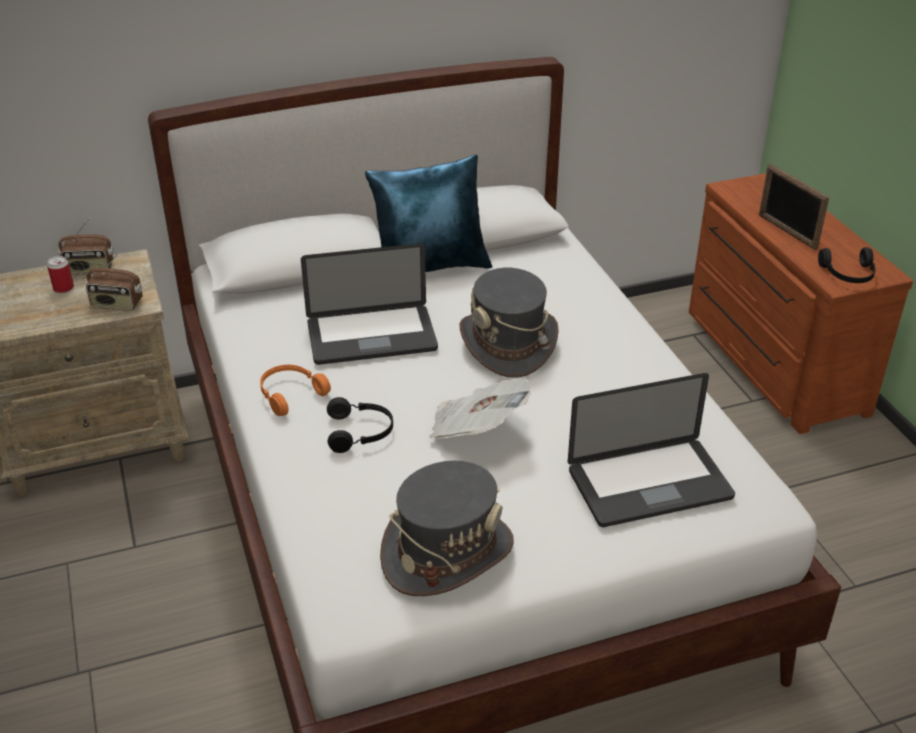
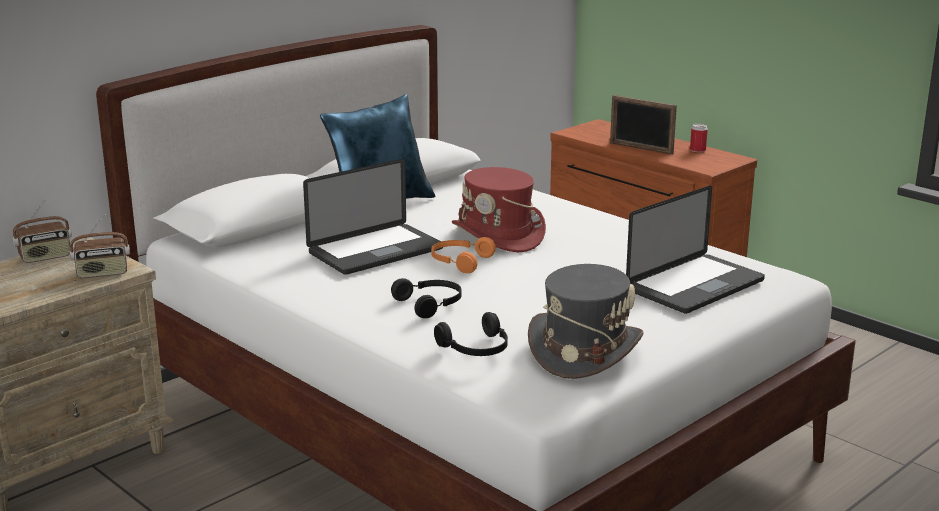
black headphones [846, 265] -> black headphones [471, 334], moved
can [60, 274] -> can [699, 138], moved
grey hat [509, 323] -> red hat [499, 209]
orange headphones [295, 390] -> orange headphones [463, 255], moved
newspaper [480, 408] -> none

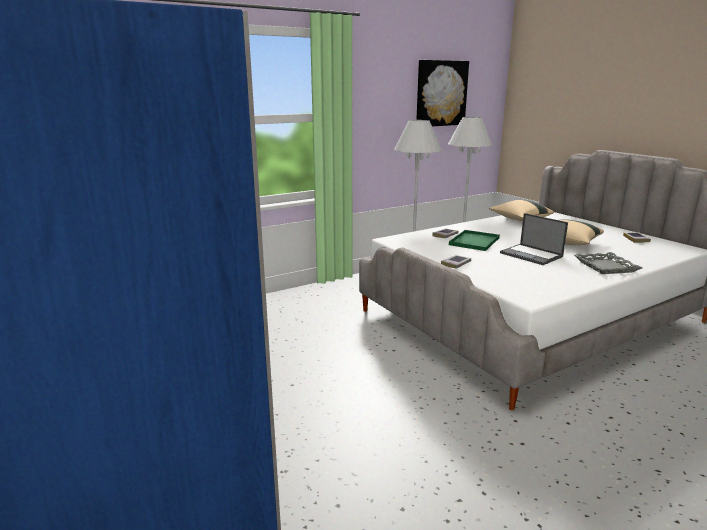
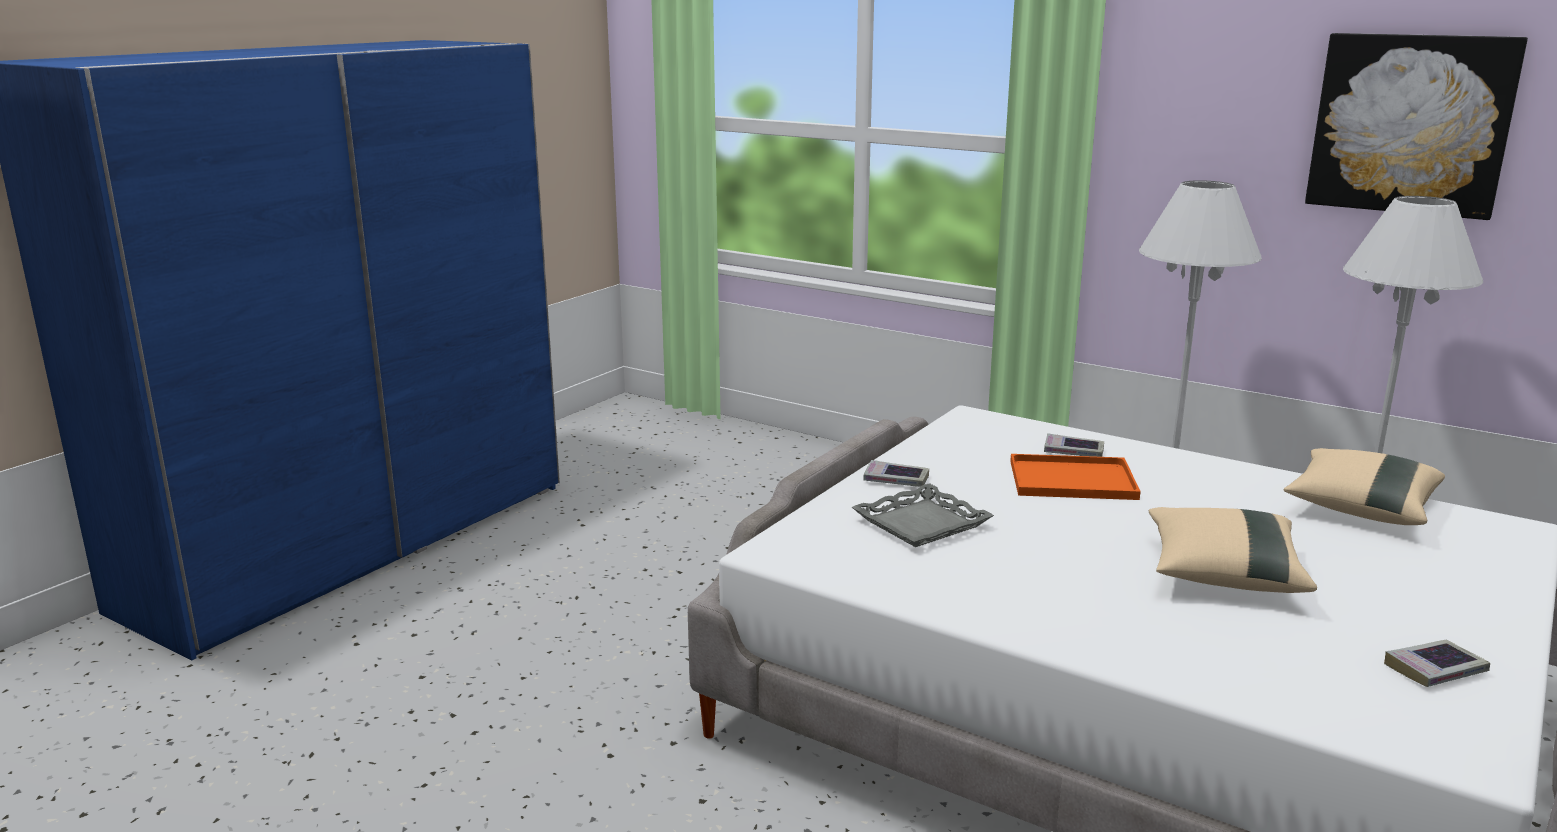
laptop [534, 239] -> none
green tray [474, 240] -> orange tray [1075, 477]
grey tray [608, 263] -> grey tray [923, 515], moved

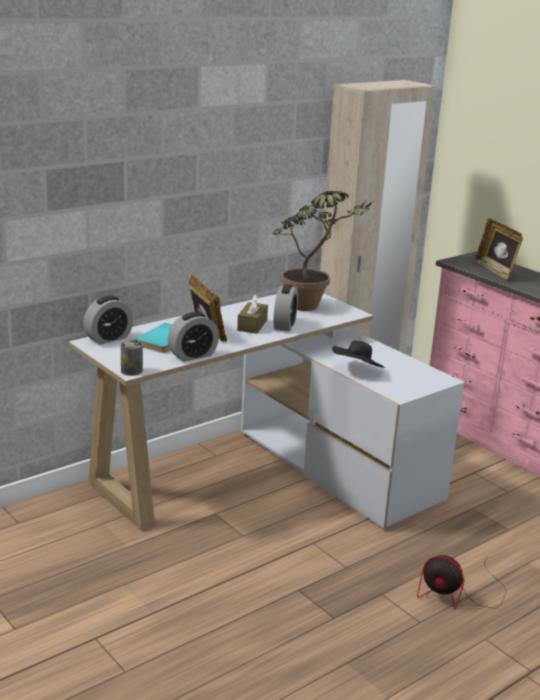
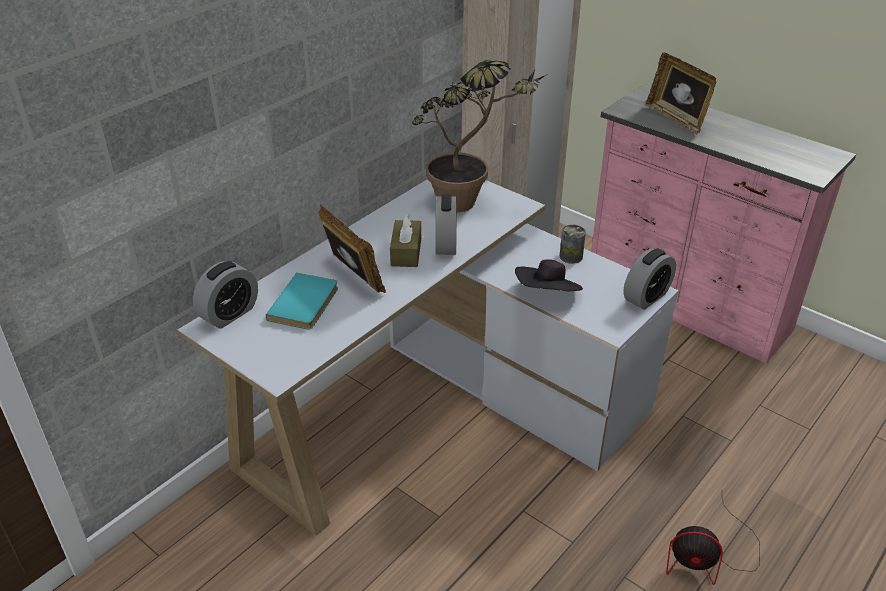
alarm clock [193, 337] -> alarm clock [649, 279], moved
can [132, 358] -> can [572, 244], moved

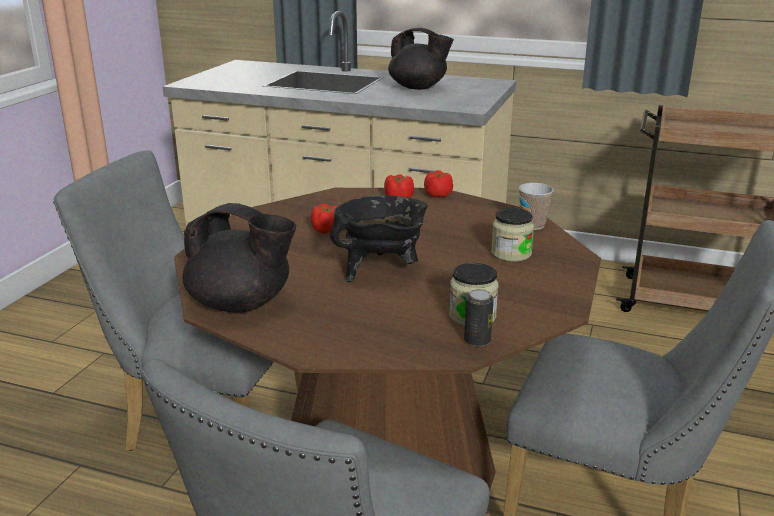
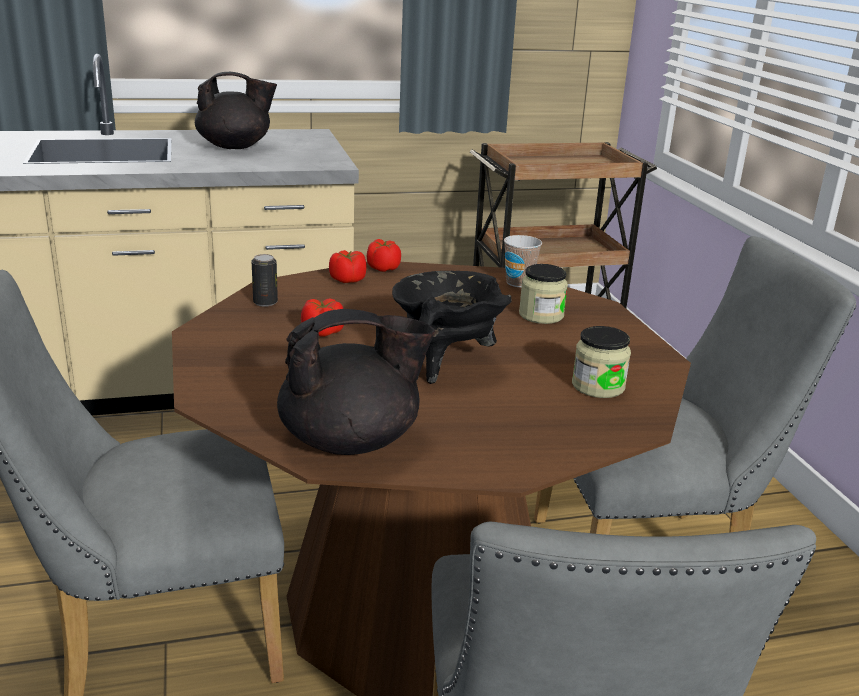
can [479, 318] -> can [265, 280], moved

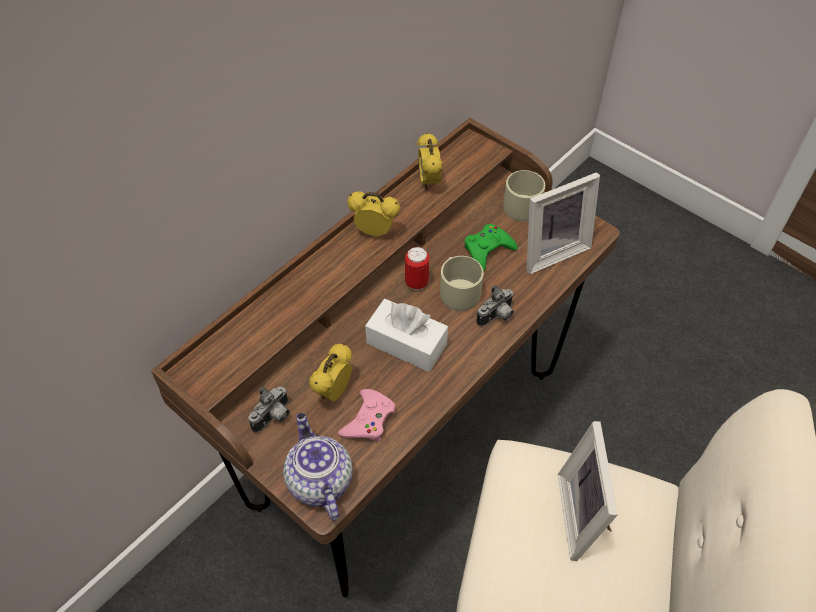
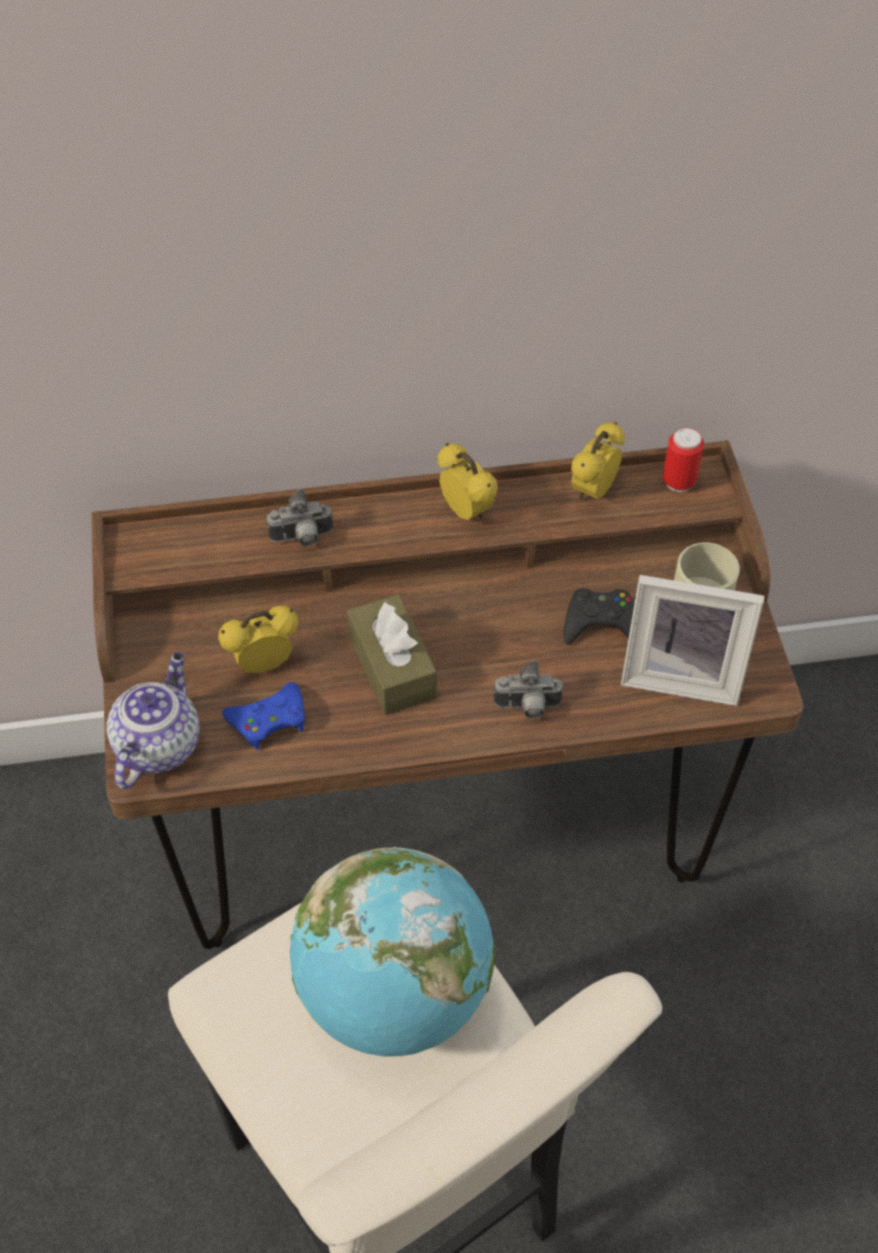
green game controller [491, 247] -> black game controller [598, 616]
can [417, 268] -> can [683, 459], moved
beige mug [462, 283] -> none
white tissue box [406, 335] -> brown tissue box [392, 654]
photo camera [268, 410] -> photo camera [300, 517], moved
pink game controller [366, 415] -> blue game controller [263, 716]
picture frame [588, 491] -> globe [392, 952]

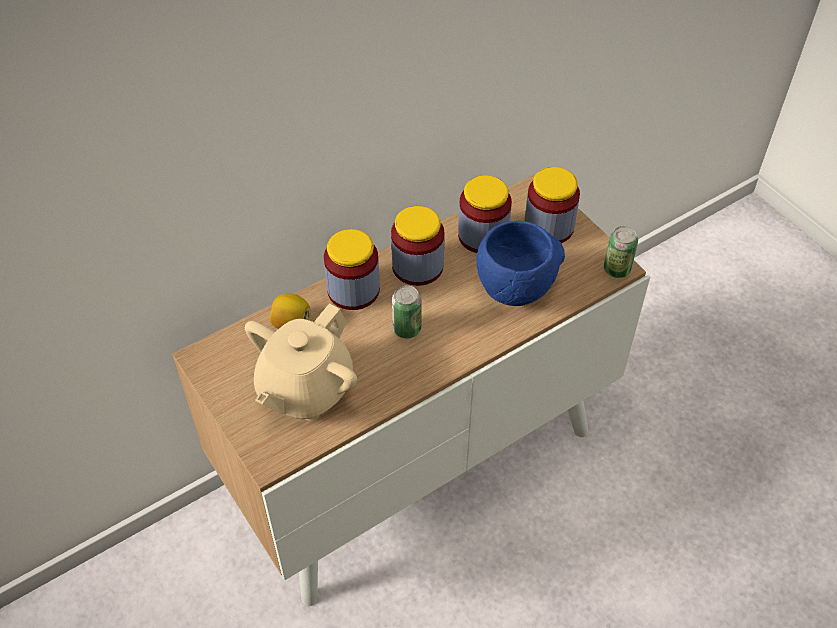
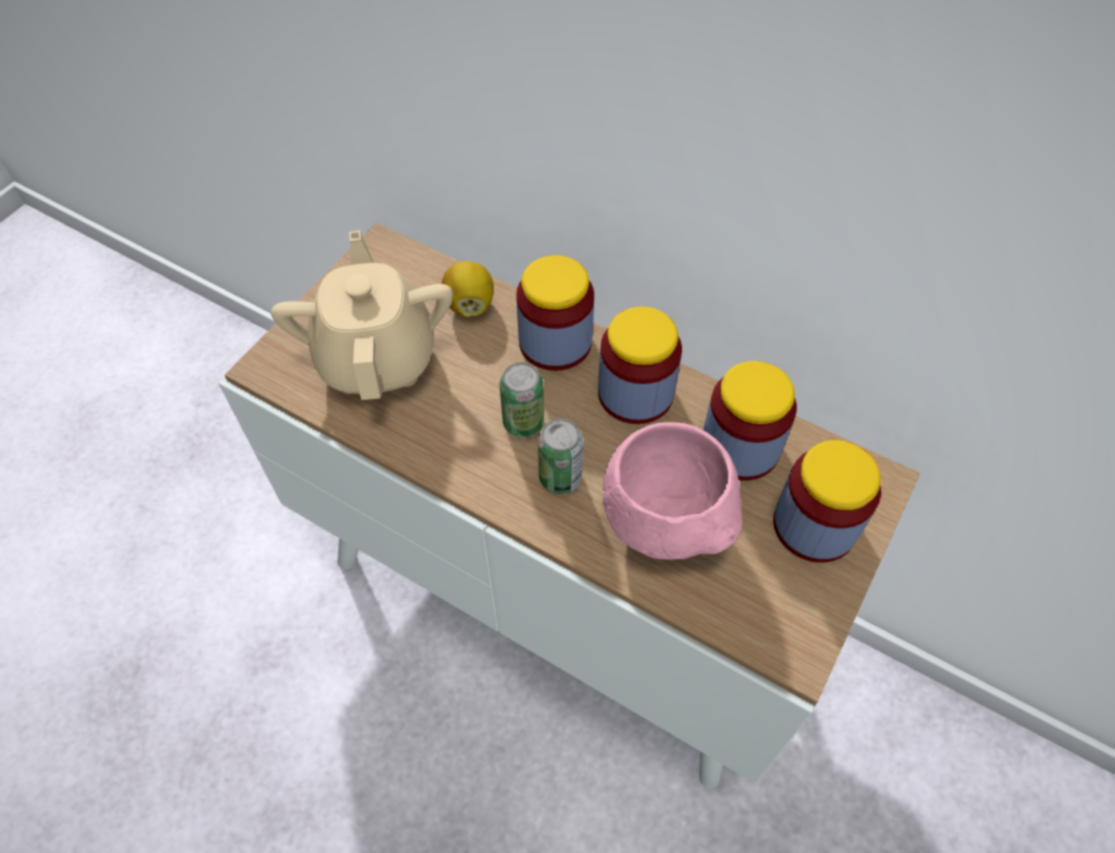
blue bowl [521, 263] -> pink bowl [672, 491]
can [621, 252] -> can [560, 456], moved
beige teapot [301, 362] -> beige teapot [362, 315], 75 degrees clockwise

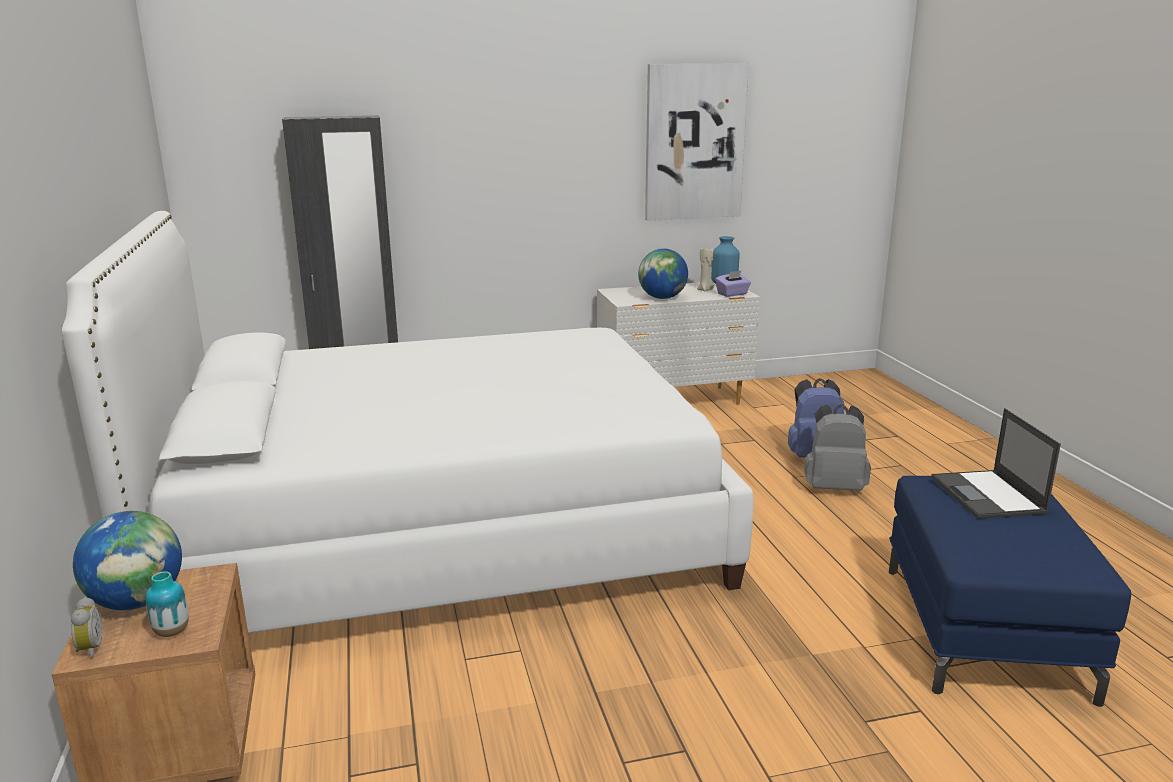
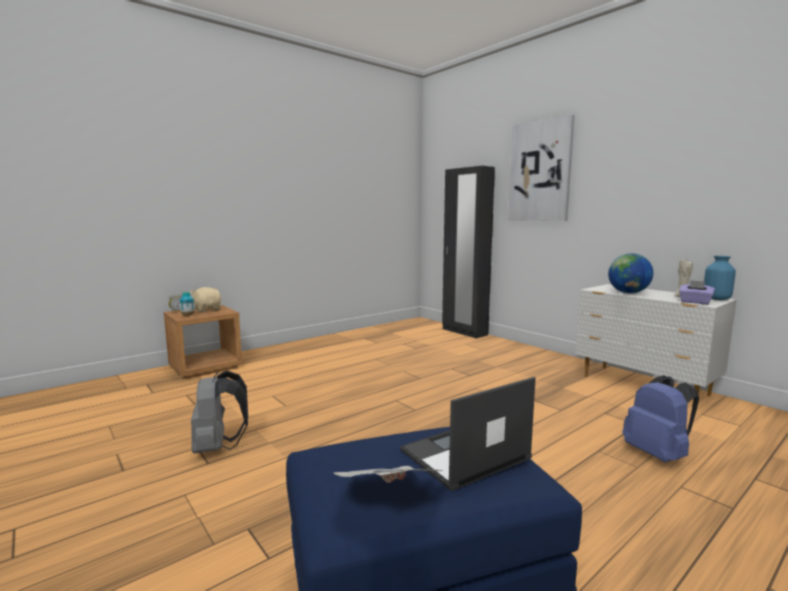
picture [697, 142] -> picture [541, 168], moved
white bed [408, 422] -> none
grey backpack [837, 447] -> grey backpack [219, 412], moved
globe [127, 560] -> beige plush toy [205, 299]
none -> newspaper [387, 474]

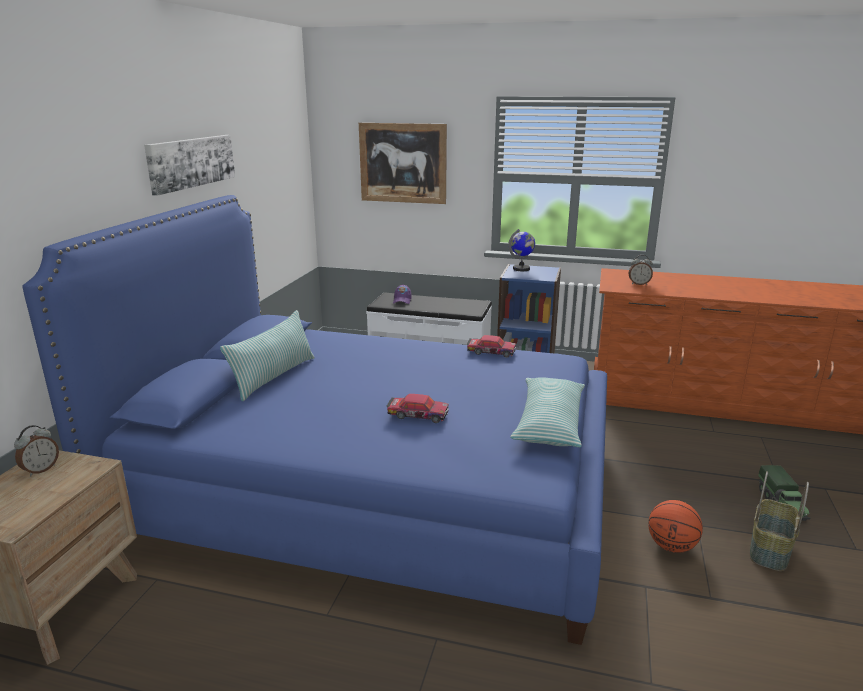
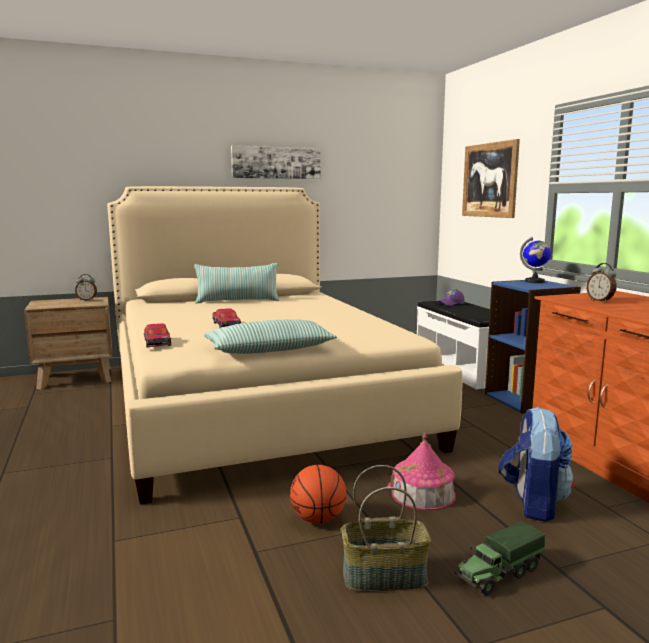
blue bed [314, 420] -> beige bed [285, 345]
toy car [491, 346] -> toy car [157, 335], moved
none -> backpack [536, 464]
none -> toy house [421, 471]

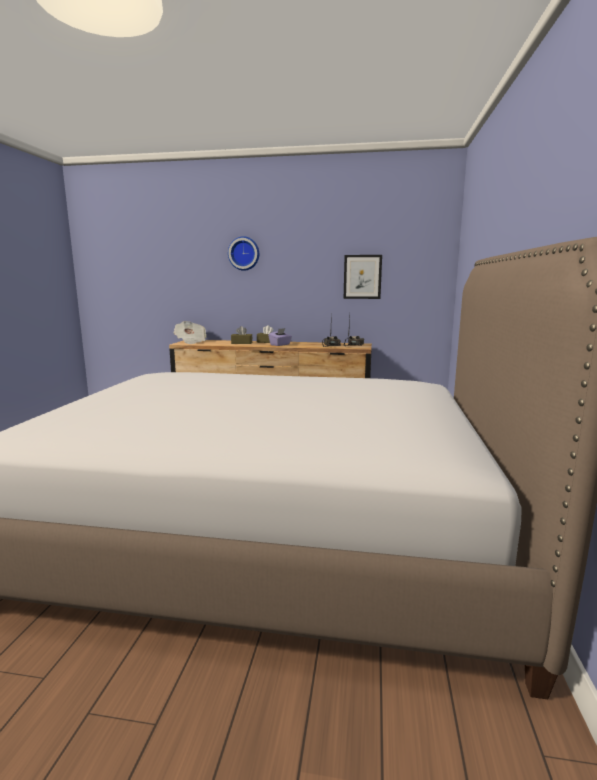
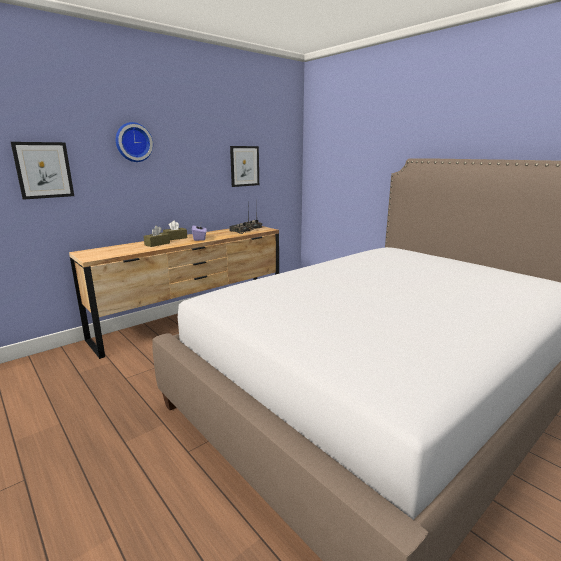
newspaper [189, 332] -> none
none -> picture [42, 171]

